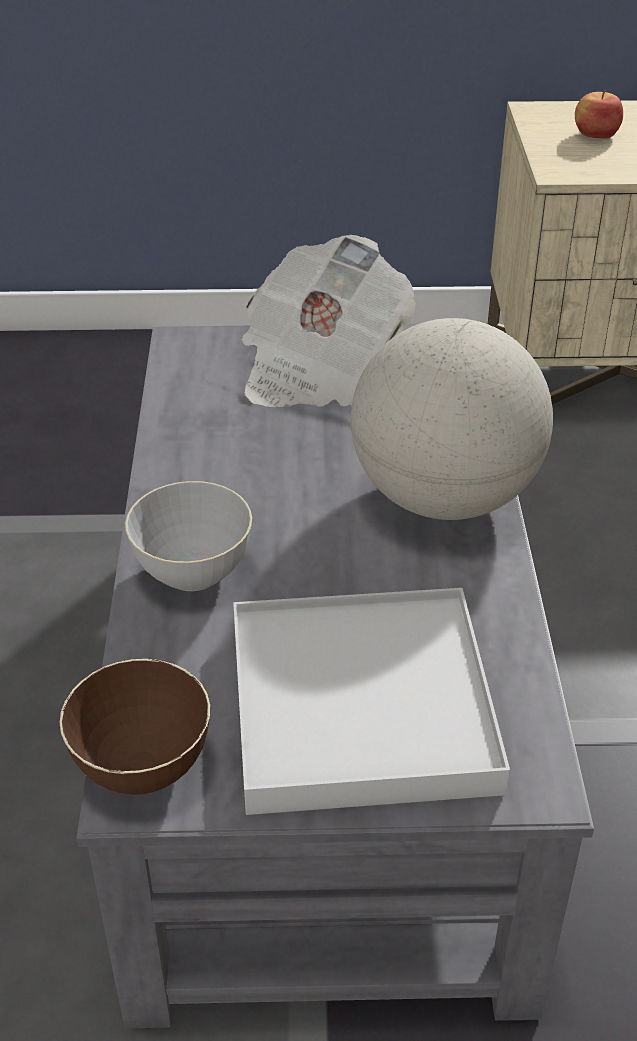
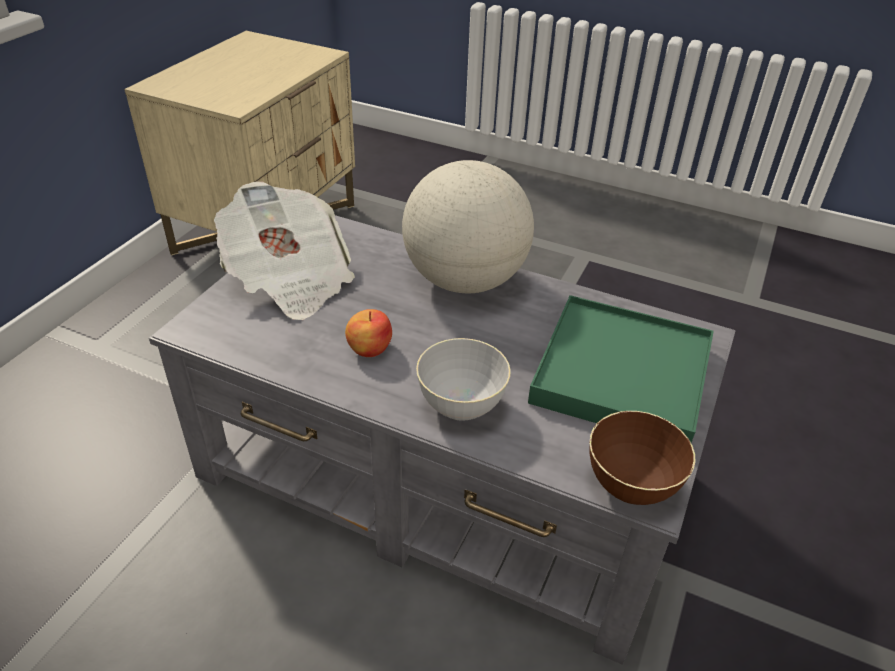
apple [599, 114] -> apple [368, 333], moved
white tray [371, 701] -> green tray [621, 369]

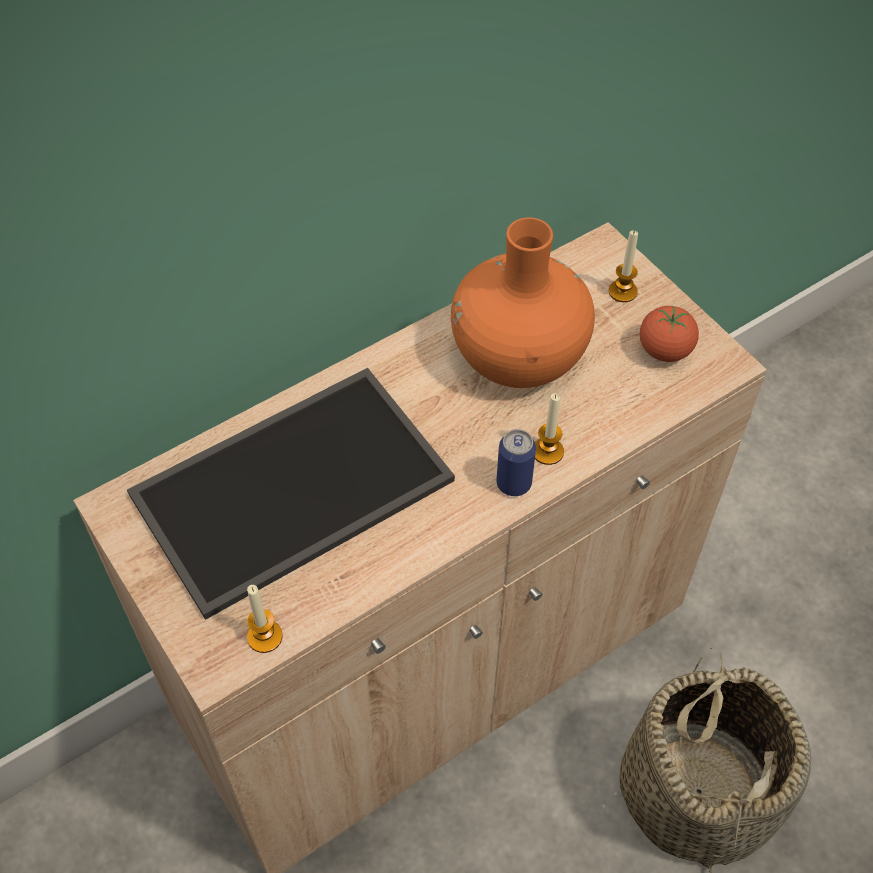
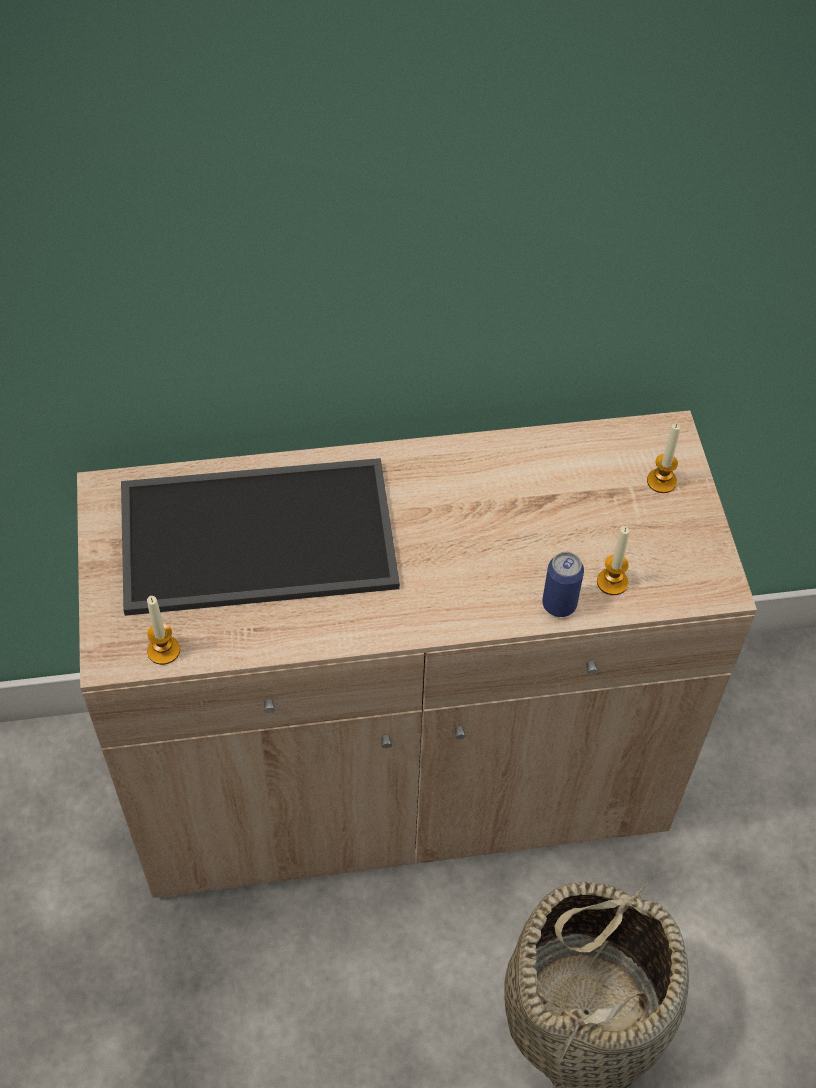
orange vase [523, 302] -> none
tomato [669, 333] -> none
candle [549, 429] -> candle [613, 560], moved
can [516, 462] -> can [563, 584], moved

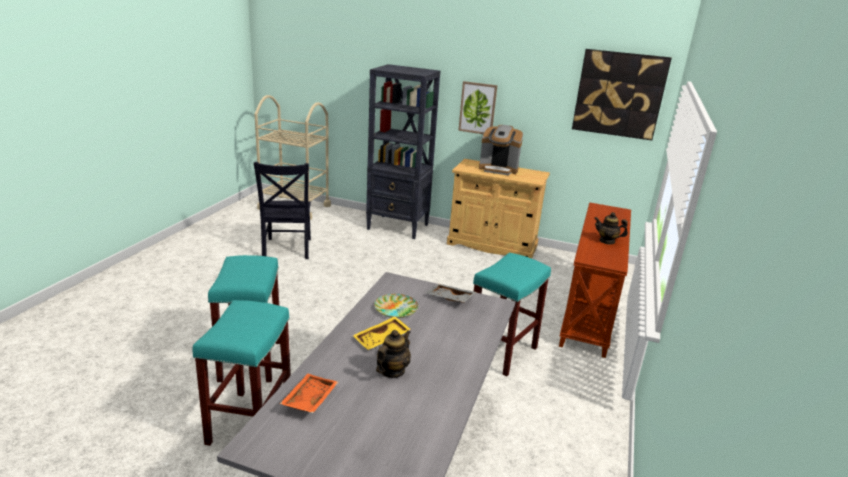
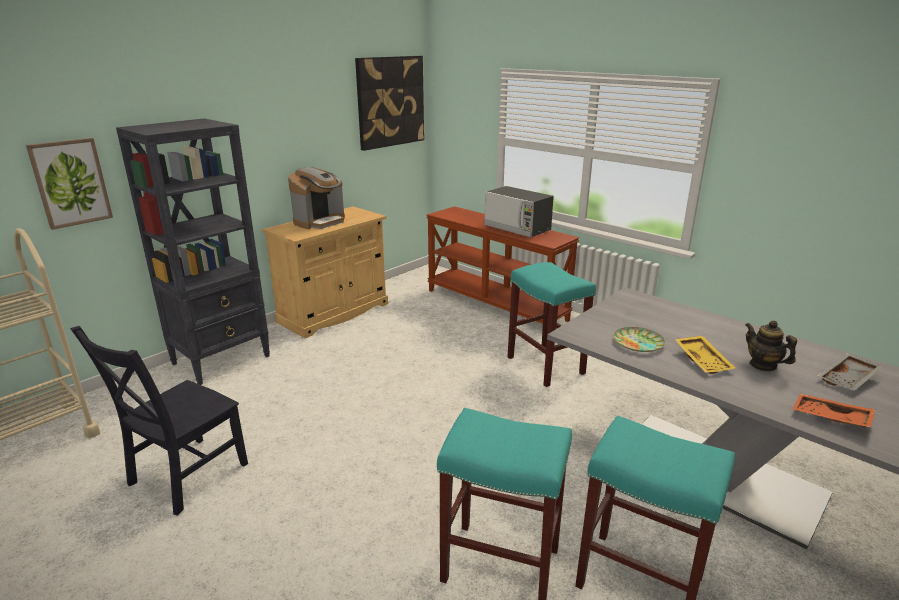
picture [478, 107] -> picture [69, 184], moved
black chair [282, 210] -> black chair [159, 420], 105 degrees clockwise
teapot [611, 228] -> microwave [519, 211]
grey tray [451, 293] -> grey tray [850, 372], moved

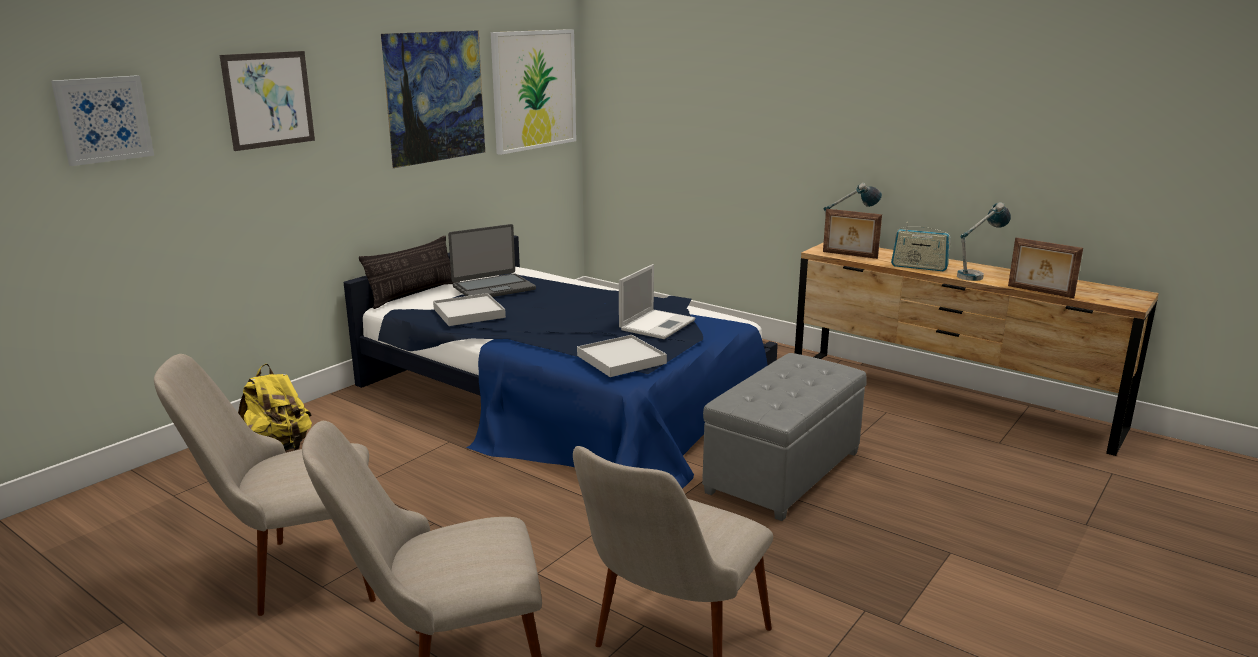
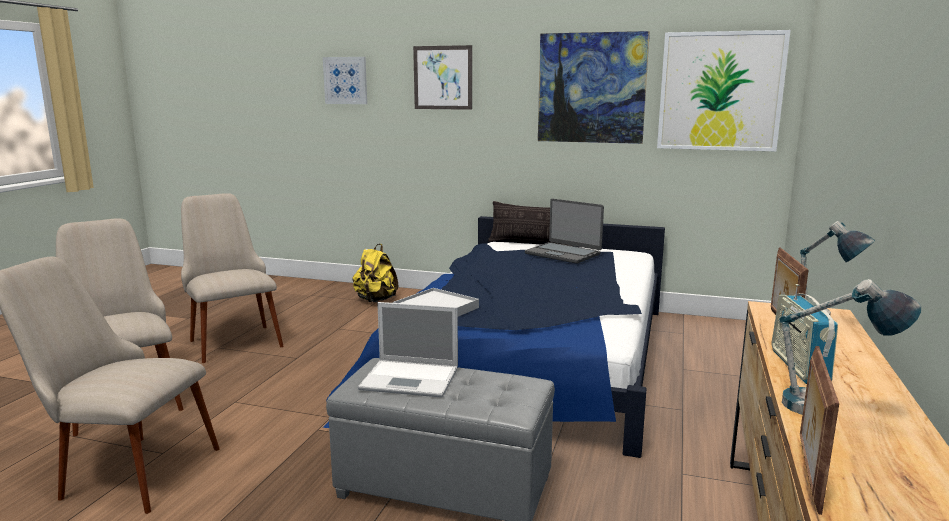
laptop [657, 301] -> laptop [408, 350], moved
white tray [469, 309] -> none

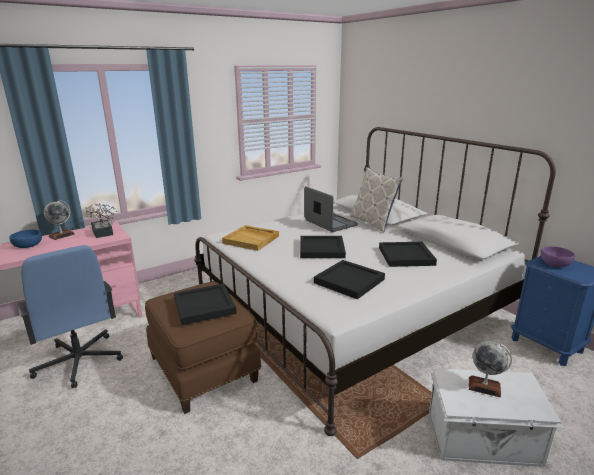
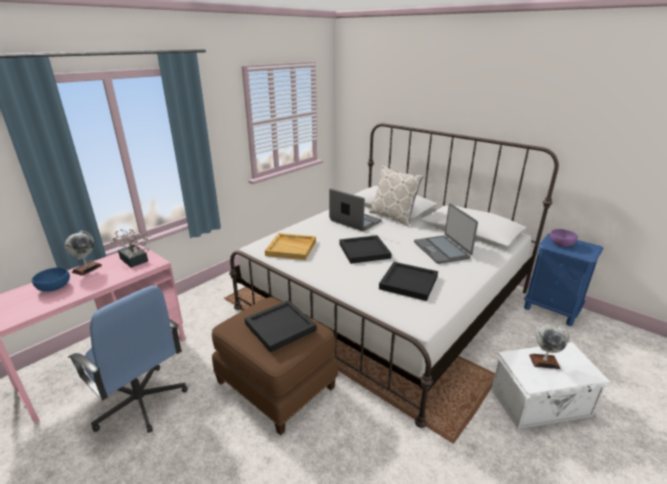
black tray [408, 254] -> laptop [446, 233]

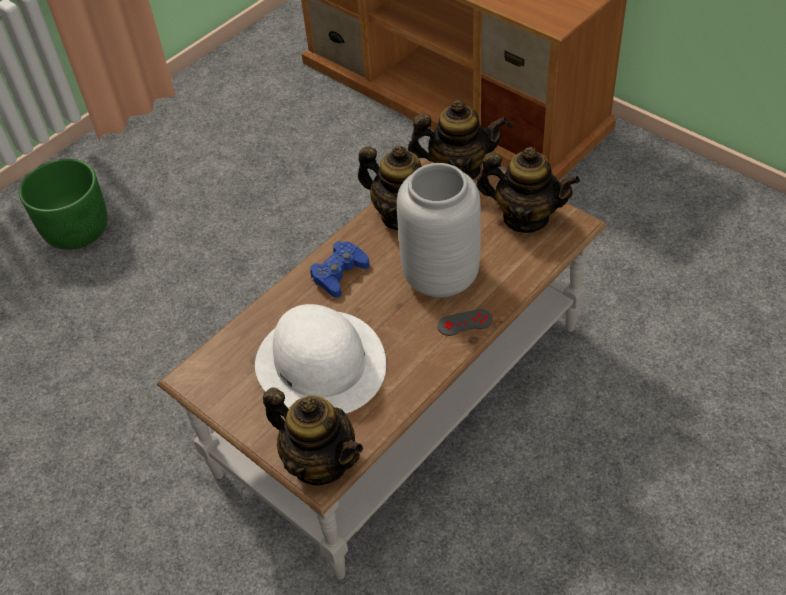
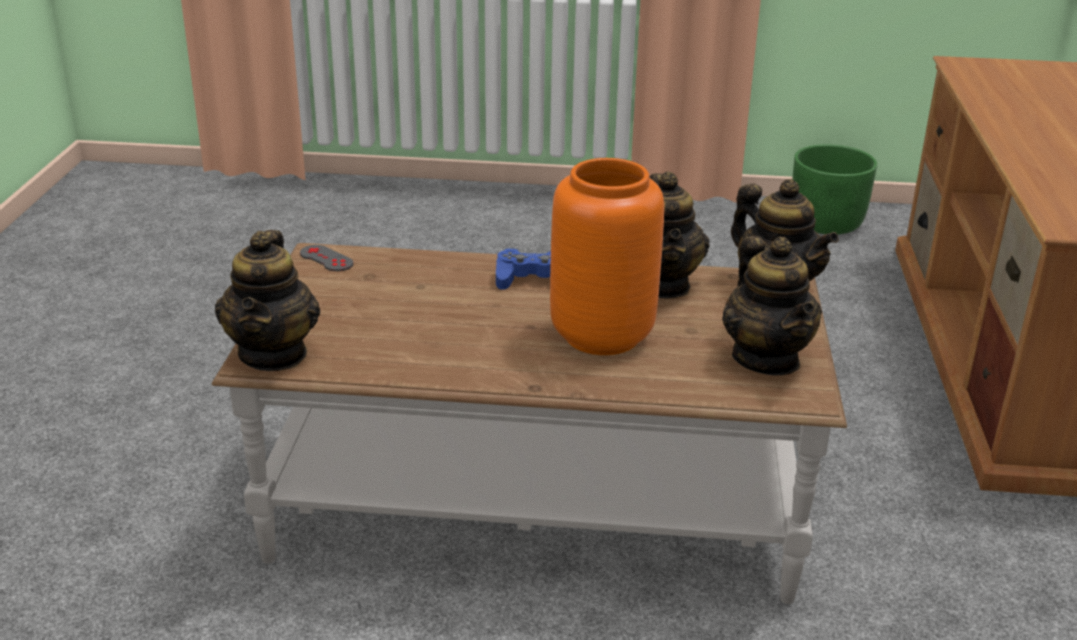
green planter [63, 204] -> green planter [834, 189], moved
grey vase [439, 230] -> orange vase [607, 256]
white hat [320, 358] -> none
grey game controller [465, 322] -> grey game controller [326, 258], moved

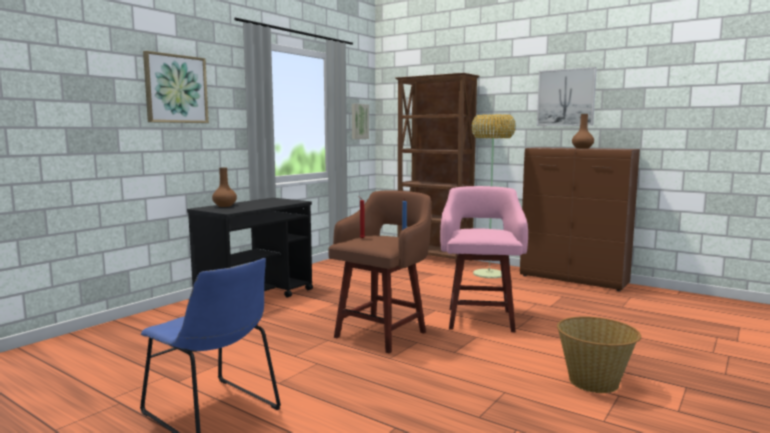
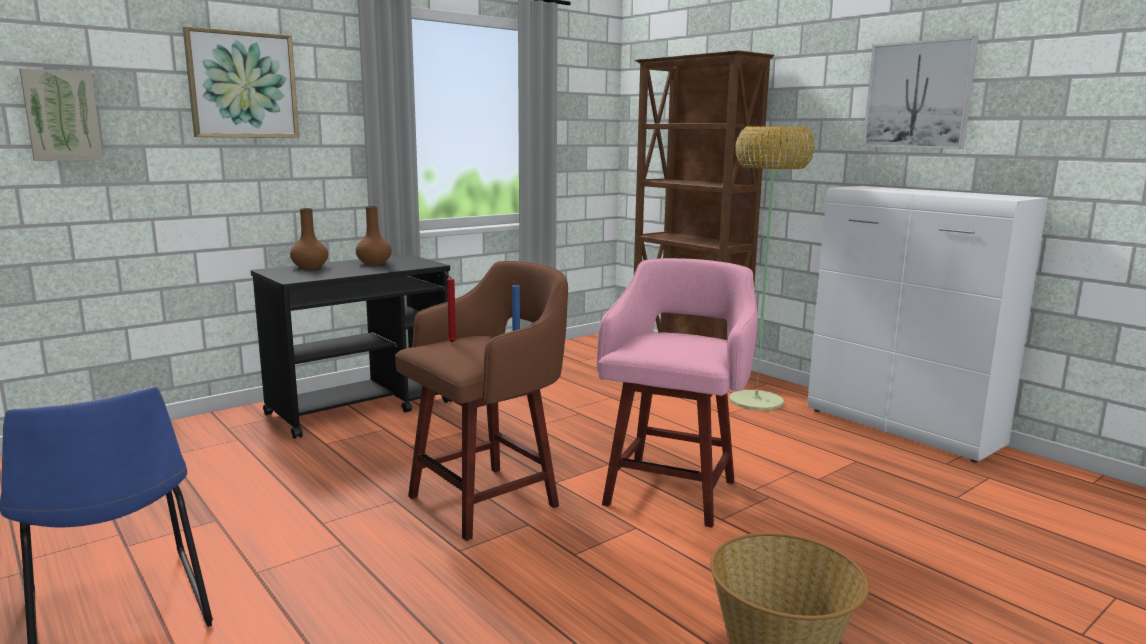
picture [360, 121] -> picture [61, 115], moved
brown vase [583, 131] -> brown vase [374, 235], moved
brown cabinet [580, 219] -> white cabinet [928, 324]

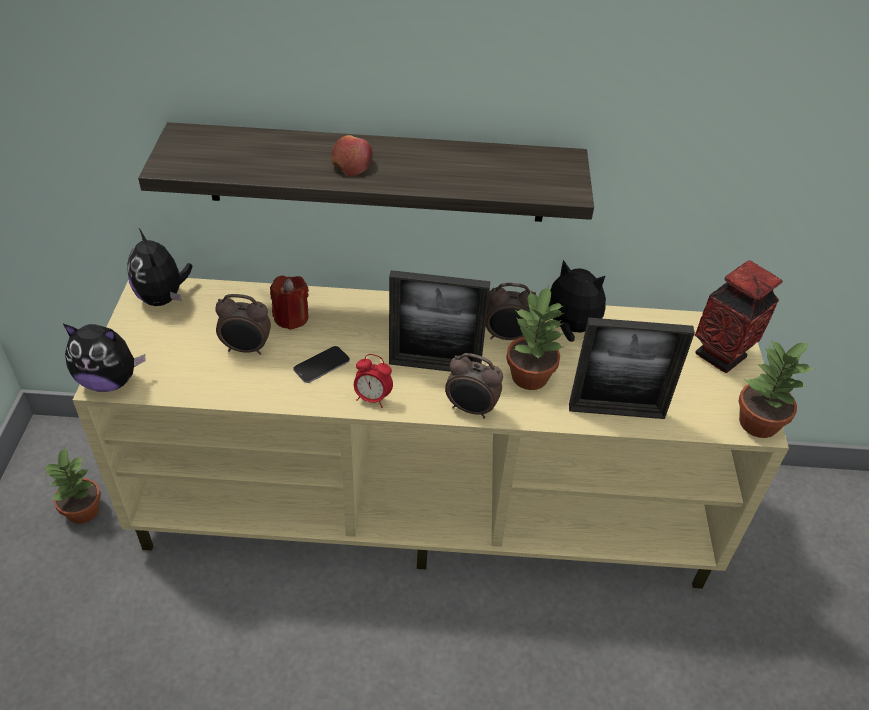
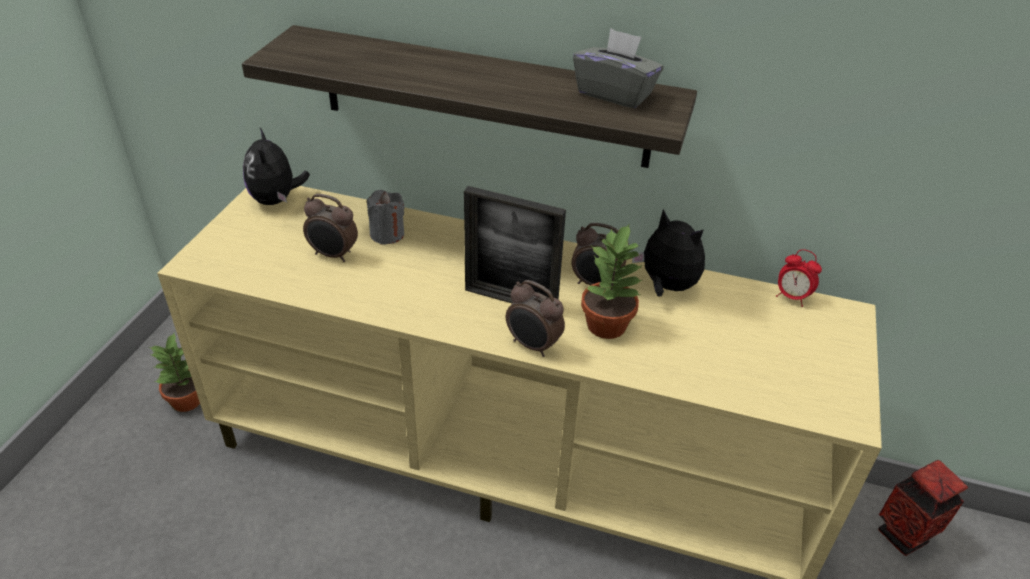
apple [352, 156] -> none
vase [739, 316] -> vase [923, 508], moved
red candle [289, 303] -> grey candle [385, 217]
picture frame [632, 368] -> none
plush toy [104, 358] -> none
potted plant [777, 389] -> none
phone [321, 364] -> none
alarm clock [373, 381] -> alarm clock [799, 278], moved
none -> grey tissue box [618, 68]

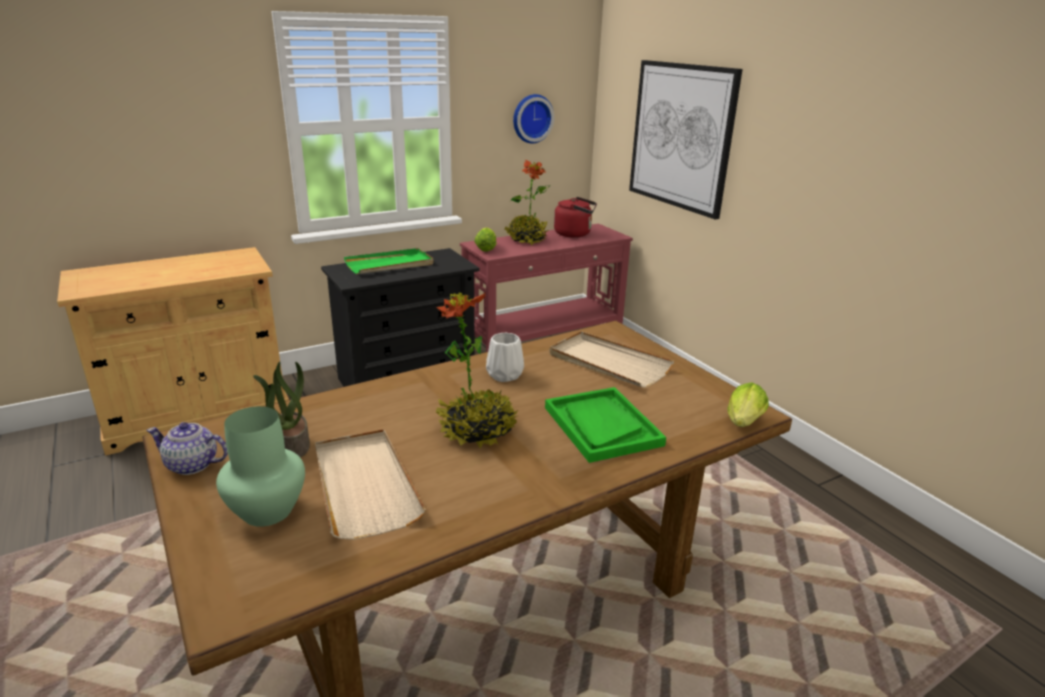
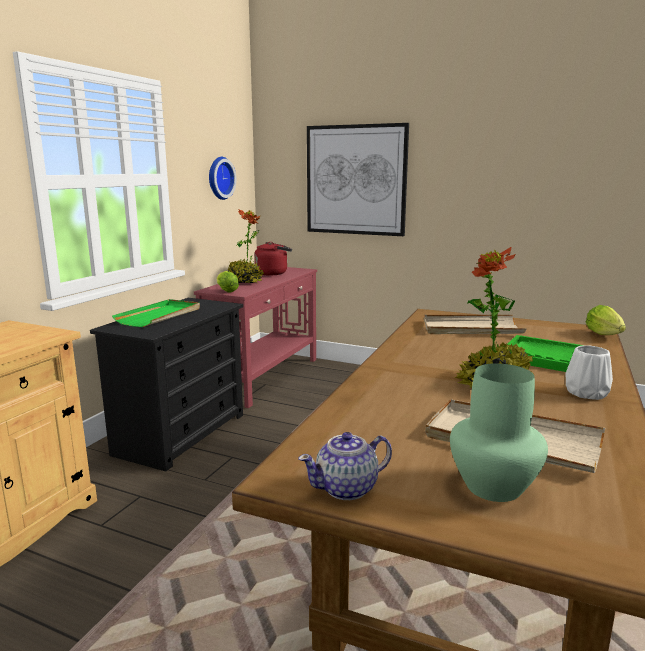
white vase [505, 357] -> white vase [589, 372], moved
potted plant [281, 409] -> none

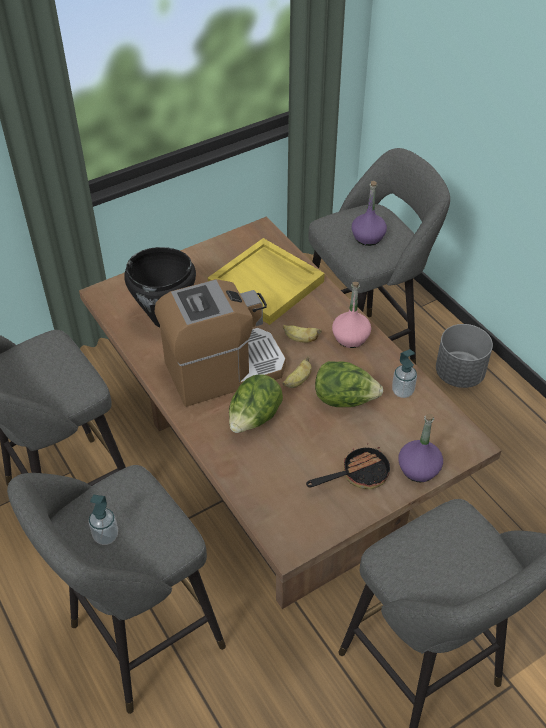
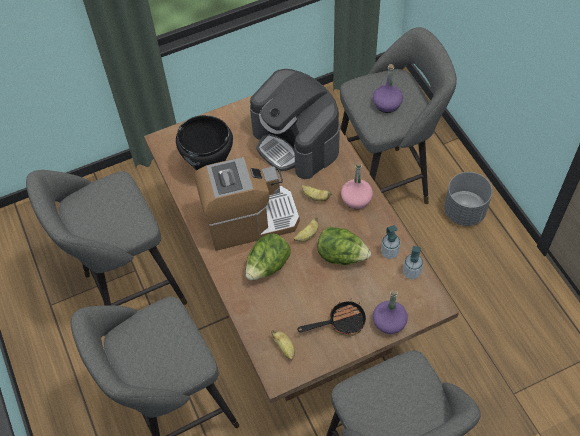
yellow tray [266, 281] -> coffee machine [295, 124]
soap dispenser [103, 520] -> soap dispenser [413, 262], moved
none -> banana [283, 345]

